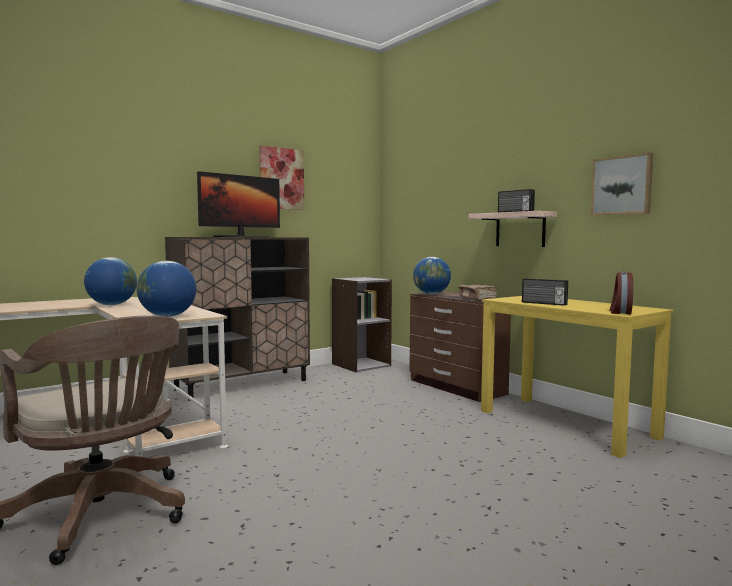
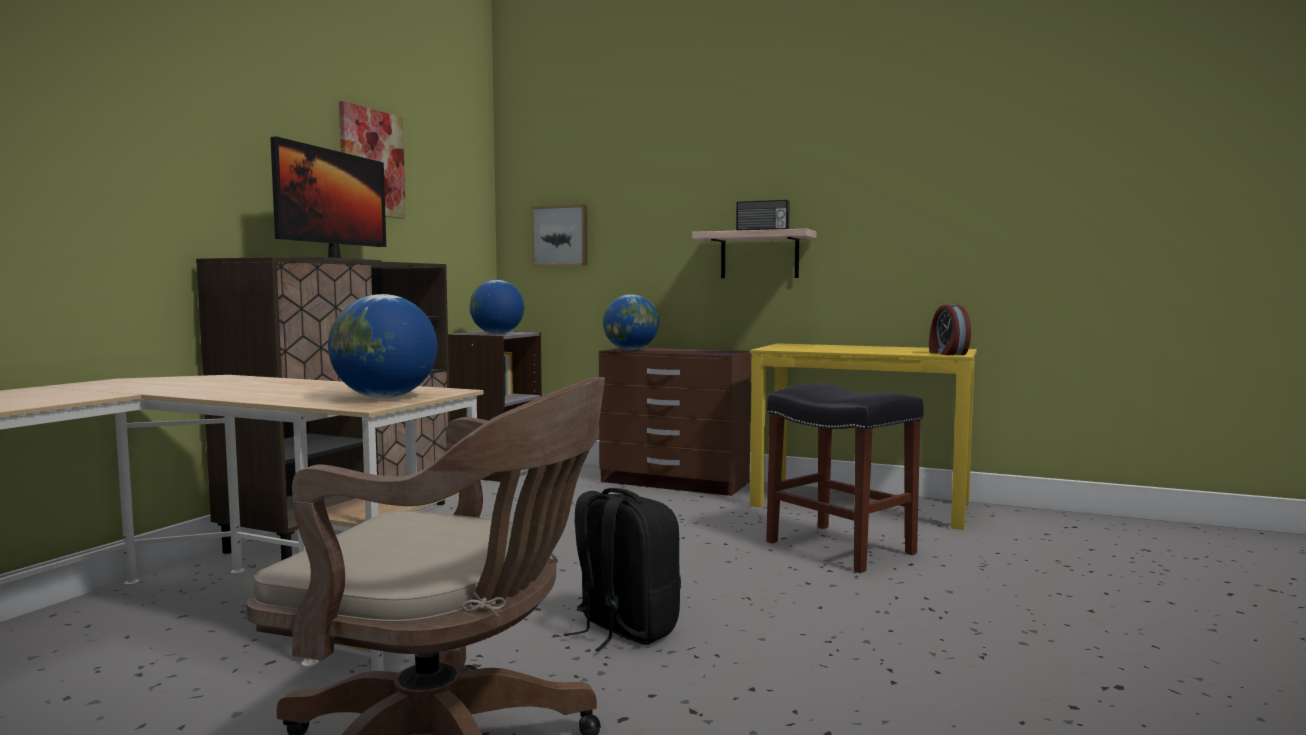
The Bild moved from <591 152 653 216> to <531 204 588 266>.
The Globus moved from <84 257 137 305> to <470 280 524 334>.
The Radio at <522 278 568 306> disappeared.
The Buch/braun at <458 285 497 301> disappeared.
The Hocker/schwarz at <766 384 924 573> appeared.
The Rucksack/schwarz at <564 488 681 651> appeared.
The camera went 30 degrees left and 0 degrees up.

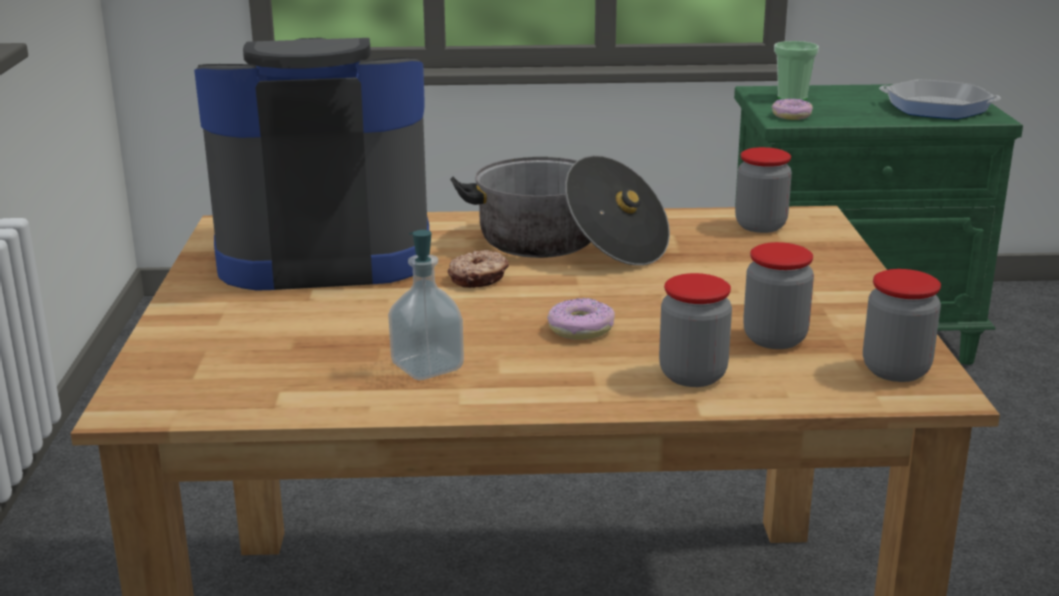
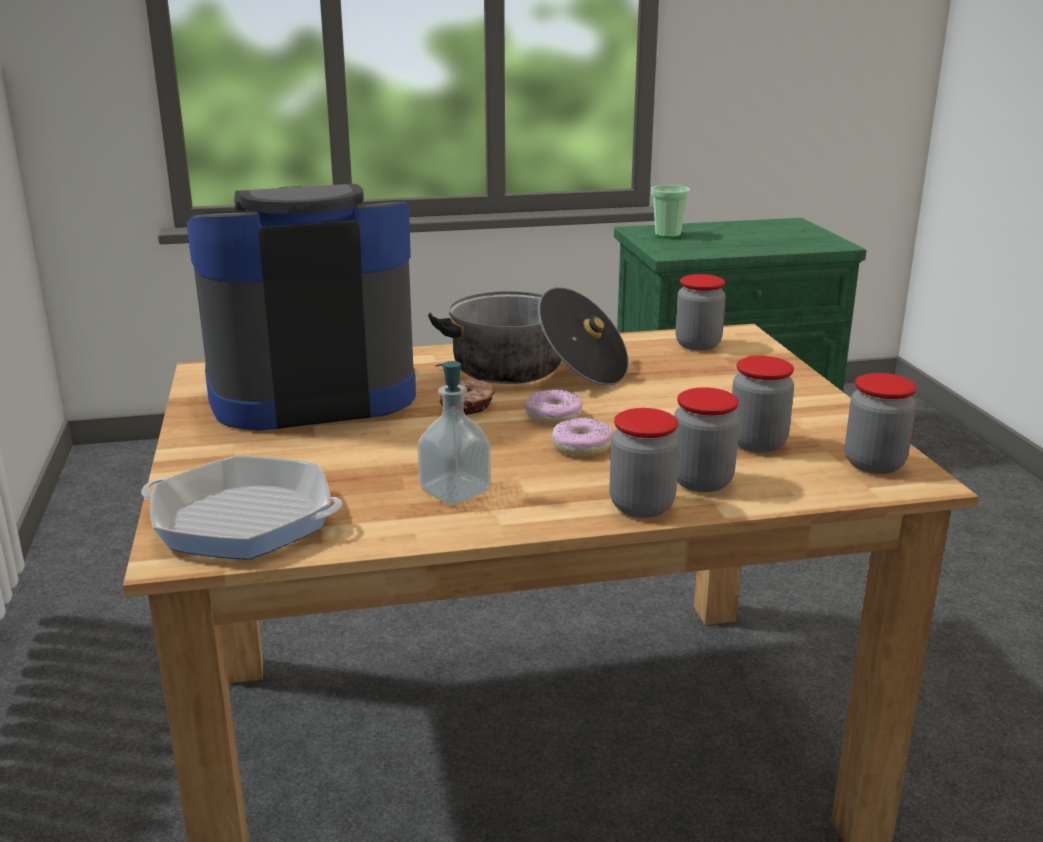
The Pfanne moved from <879 79 1001 119> to <142 455 343 560>.
The Donut moved from <771 99 813 120> to <524 389 583 425>.
The Vorratsglas at <609 408 679 518> appeared.
The camera went 10 degrees left and 0 degrees up.

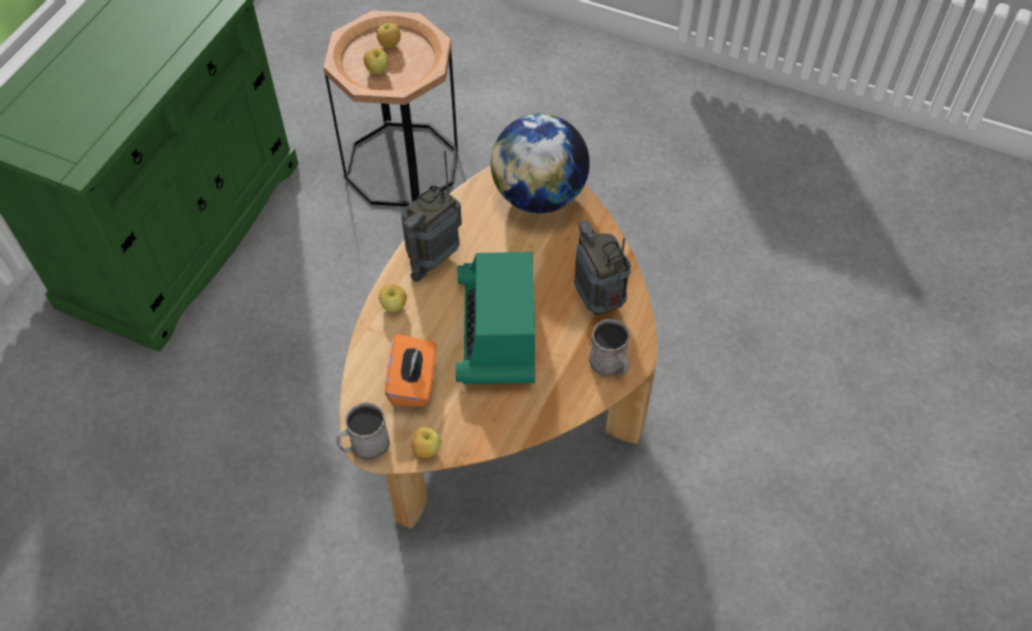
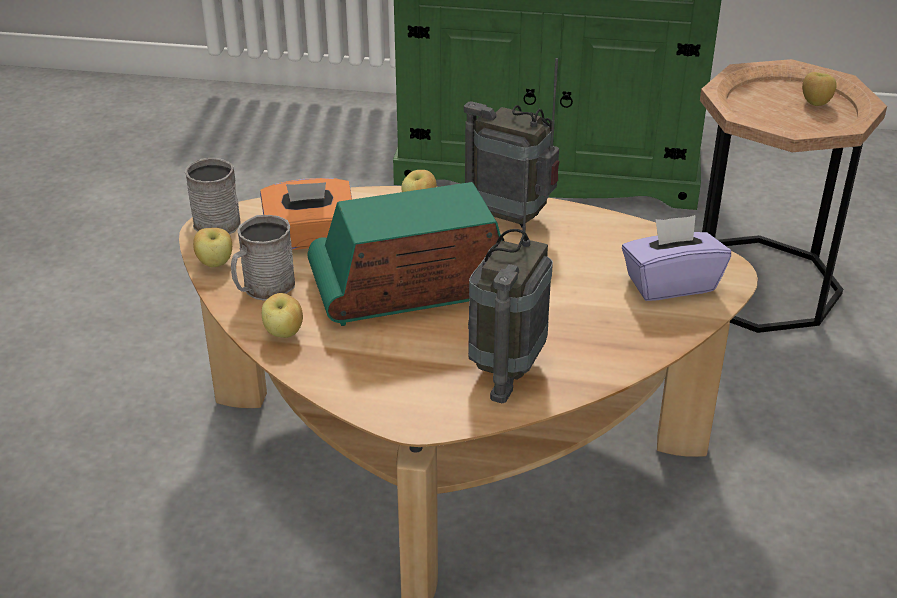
The Apfel moved from <364 48 388 74> to <262 293 303 338>.
The Globus at <491 114 590 213> was replaced by the Taschentuchbox/lila at <622 215 731 301>.
The Radio at <574 220 631 315> turned 150 degrees clockwise.
The Henkelbecher/grau moved from <589 319 630 377> to <231 215 295 301>.
The camera went 75 degrees right and 20 degrees down.

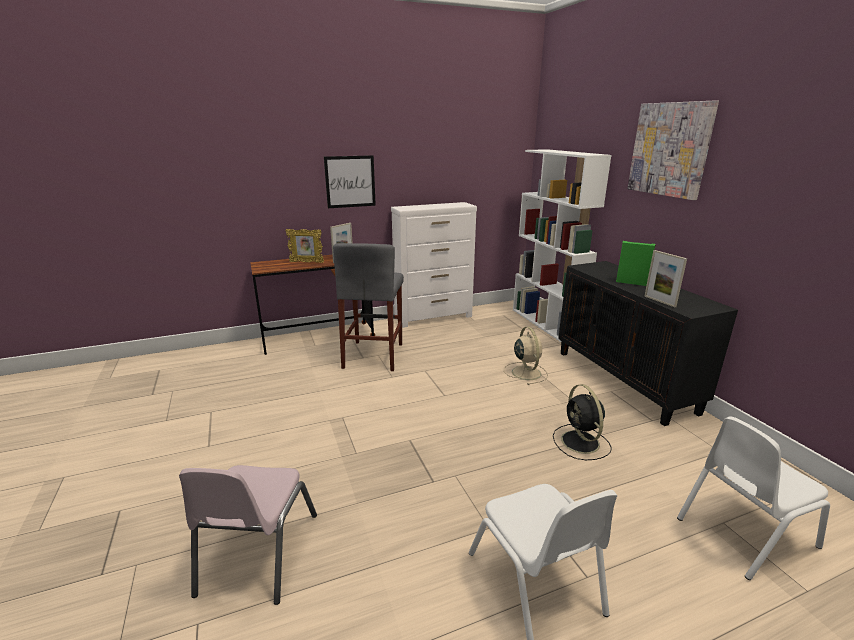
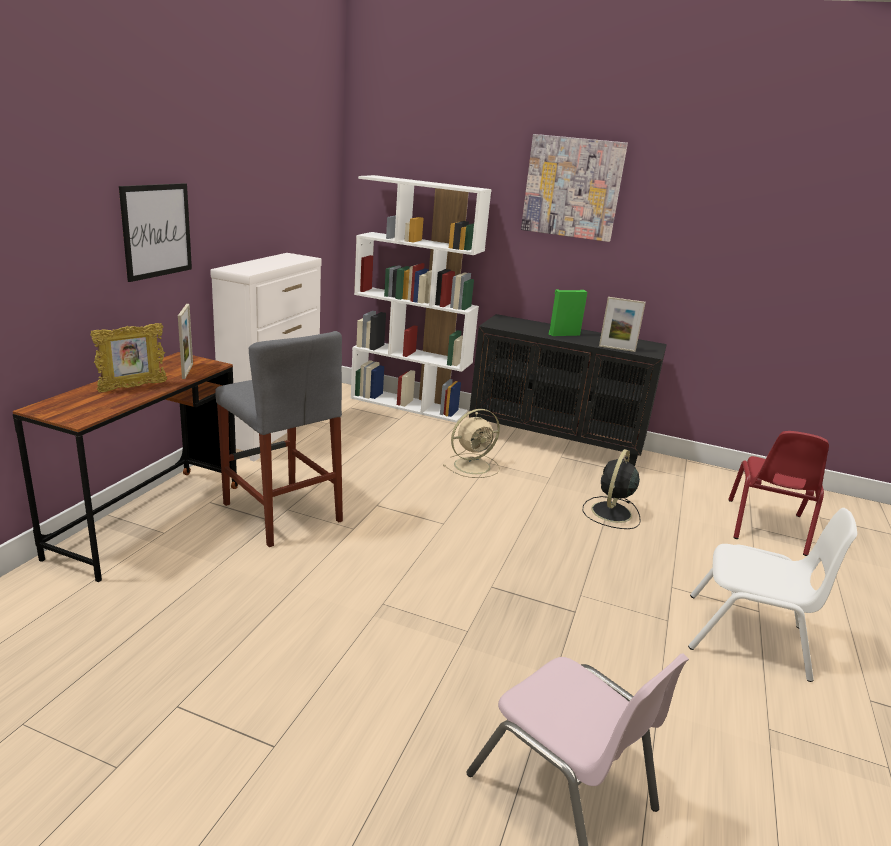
The Ventilator/beige at <504 327 548 385> turned 120 degrees clockwise.
The Ventilator/schwarz at <553 384 612 460> turned 90 degrees clockwise.
The Stuhl/weiß at <677 416 830 580> became the Stuhl/rot at <728 431 829 556>.
The camera went 50 degrees left and 0 degrees up.

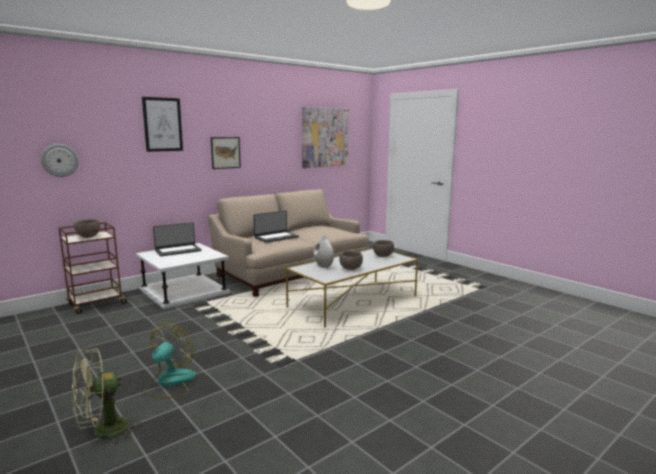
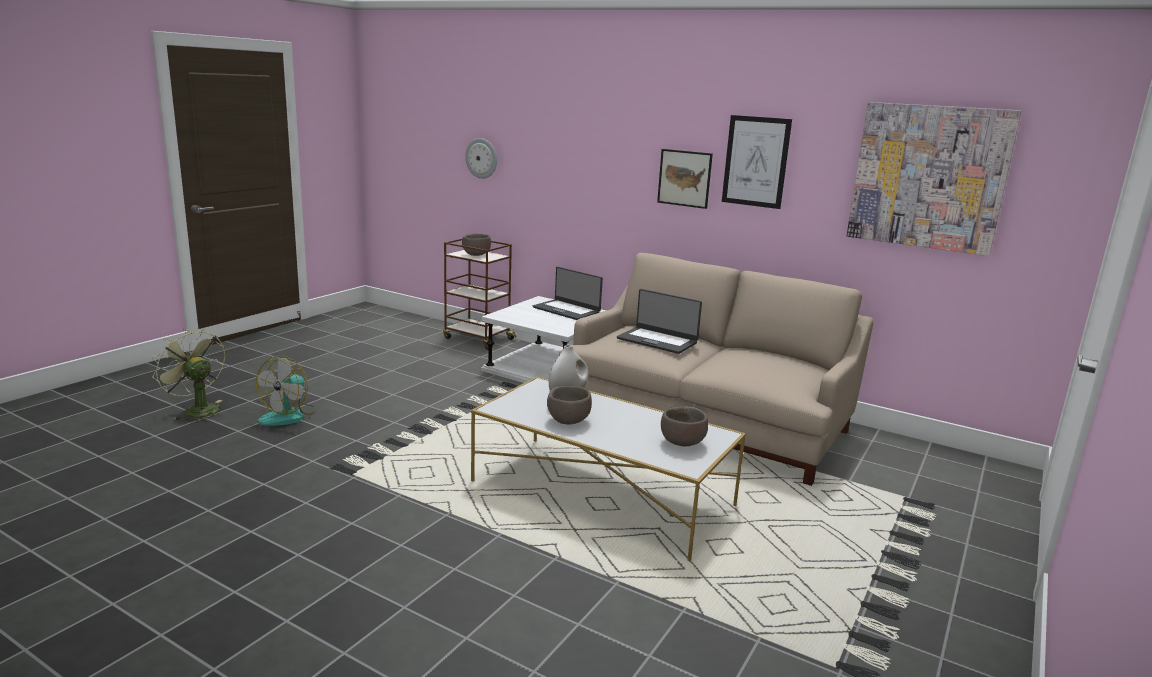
The Bild moved from <142 97 183 152> to <722 115 792 209>.
The Ventilator at <144 323 196 398> turned 105 degrees clockwise.
The camera went 70 degrees right and 5 degrees up.

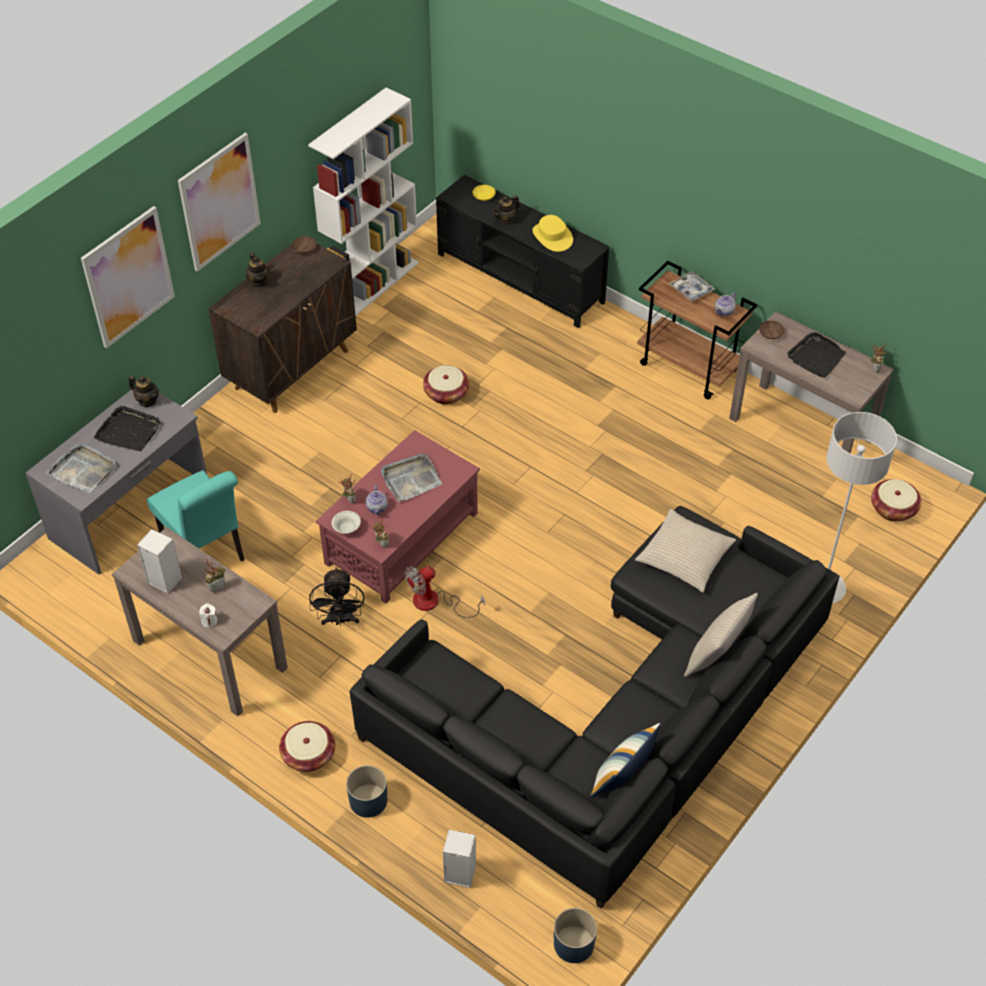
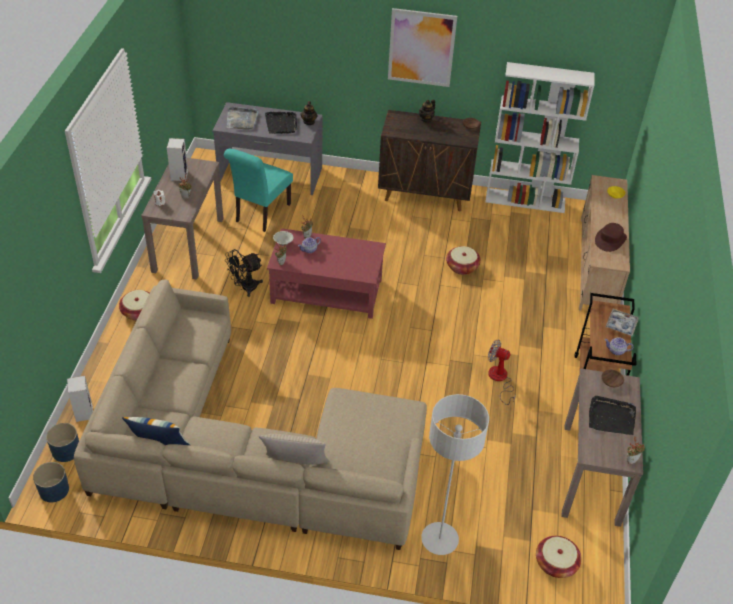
The Fernsehschrank/schwarz at <436 175 610 328> became the Fernsehschrank/beige at <579 175 630 311>.
The Teekanne at <492 195 520 226> disappeared.
The Bild at <81 206 175 348> disappeared.
The Hut/gelb at <532 215 573 252> became the Hut/braun at <595 223 627 252>.
The Tablett/grau at <381 453 442 502> disappeared.
The Sofa/schwarz at <349 506 840 909> became the Sofa/beige at <74 280 427 550>.
The Kissen/beige at <635 509 736 592> disappeared.
The Ventilator moved from <405 566 485 618> to <488 340 516 405>.
The Pflanzkübel/blau moved from <346 765 387 818> to <46 423 79 462>.
The camera went 60 degrees right and 5 degrees down.

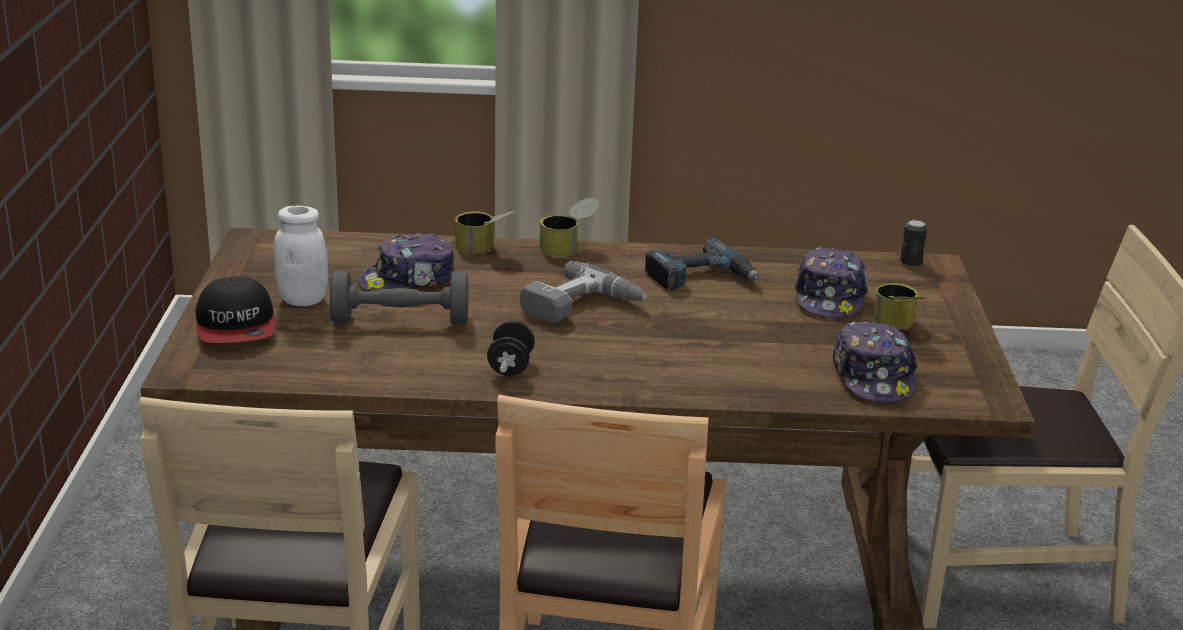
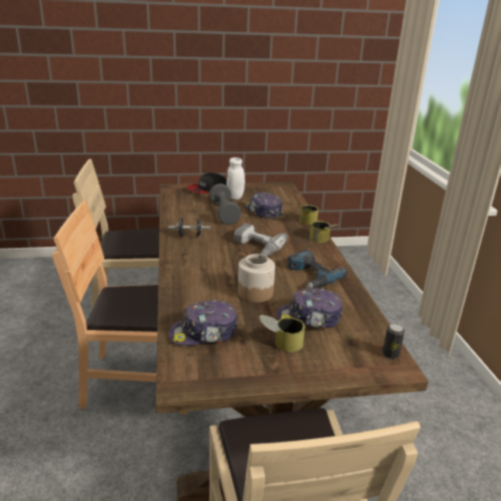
The Vorratsglas at <238 254 275 303> appeared.
The camera went 80 degrees right and 0 degrees up.

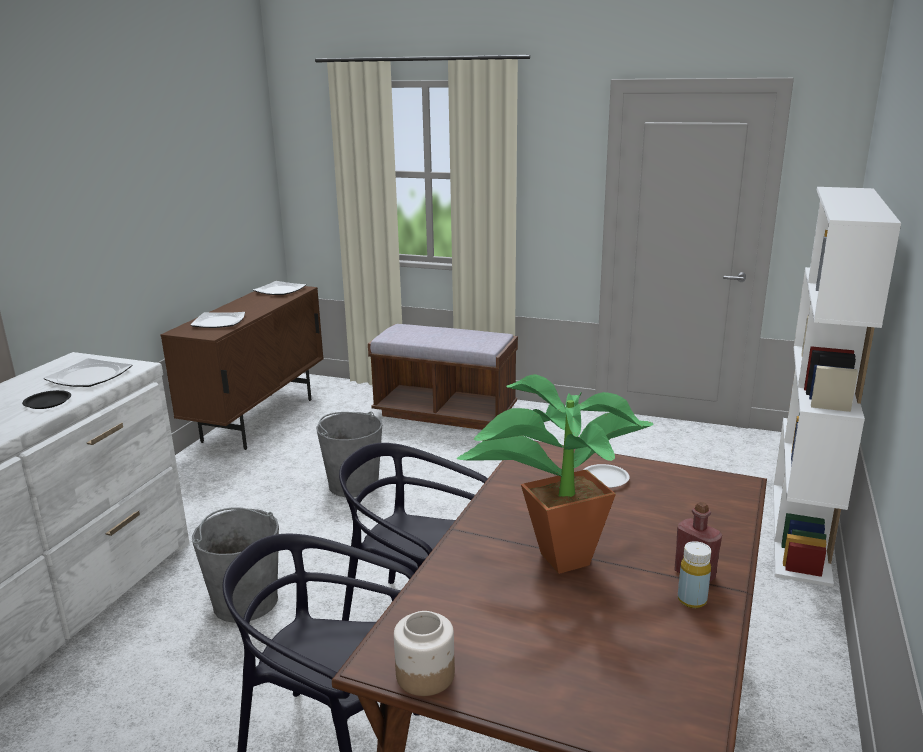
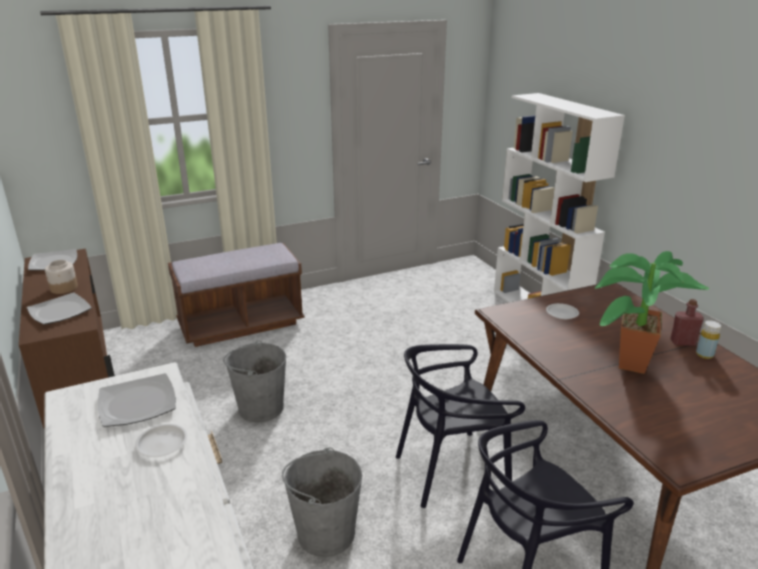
The Teller/schwarz at <22 390 71 409> became the Teller/weiß at <135 424 187 457>.
The Vorratsglas moved from <394 611 455 696> to <45 260 78 294>.
The camera went 45 degrees left and 5 degrees up.

